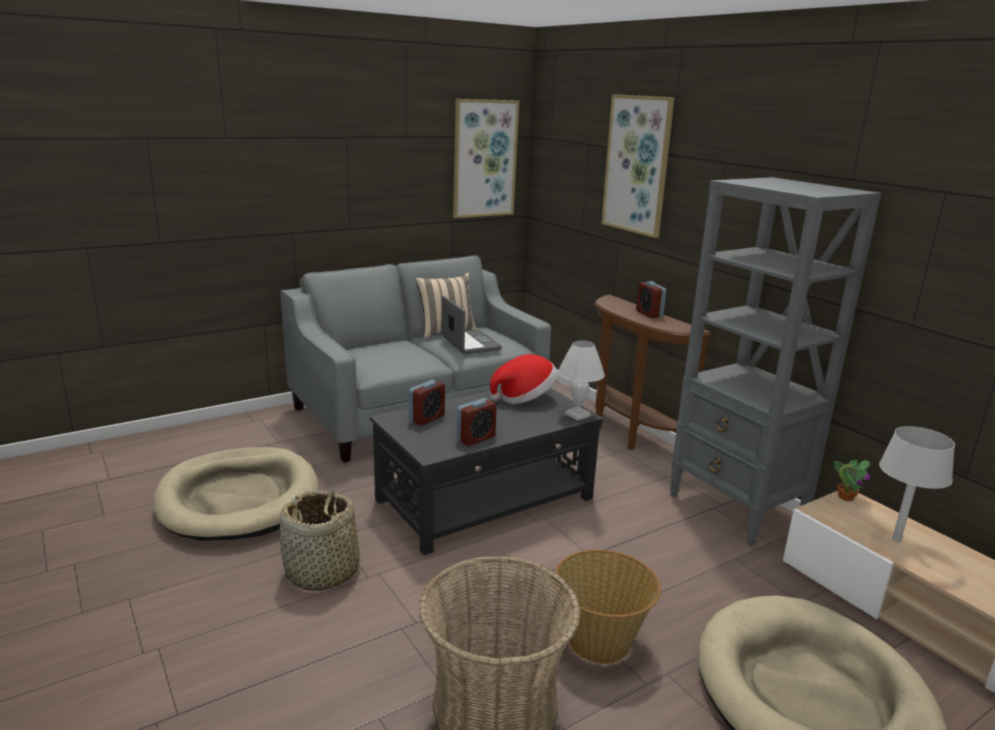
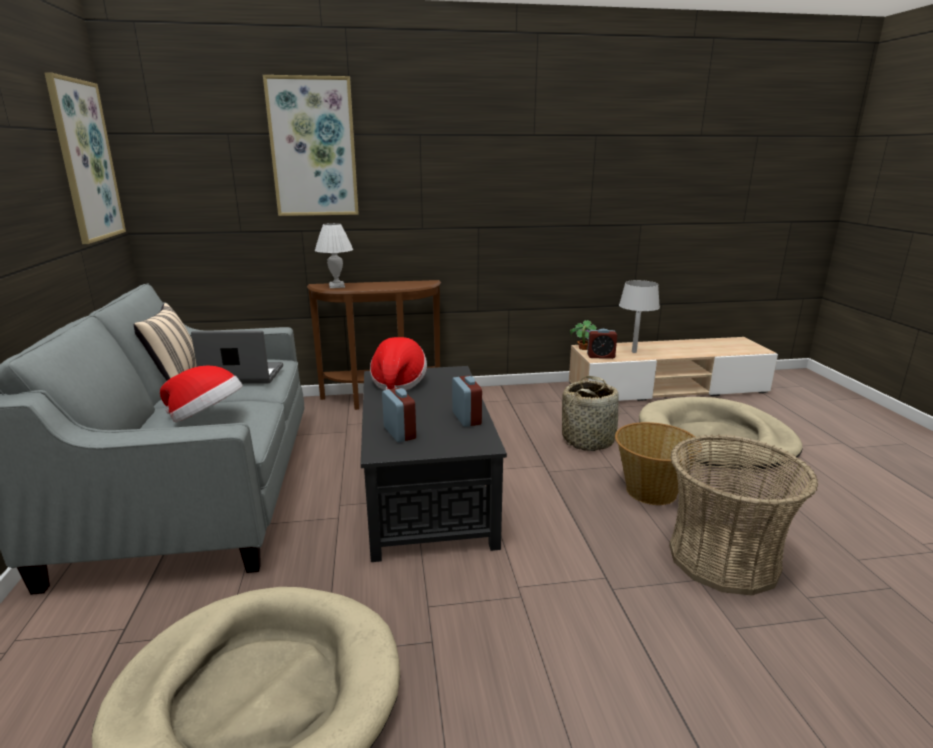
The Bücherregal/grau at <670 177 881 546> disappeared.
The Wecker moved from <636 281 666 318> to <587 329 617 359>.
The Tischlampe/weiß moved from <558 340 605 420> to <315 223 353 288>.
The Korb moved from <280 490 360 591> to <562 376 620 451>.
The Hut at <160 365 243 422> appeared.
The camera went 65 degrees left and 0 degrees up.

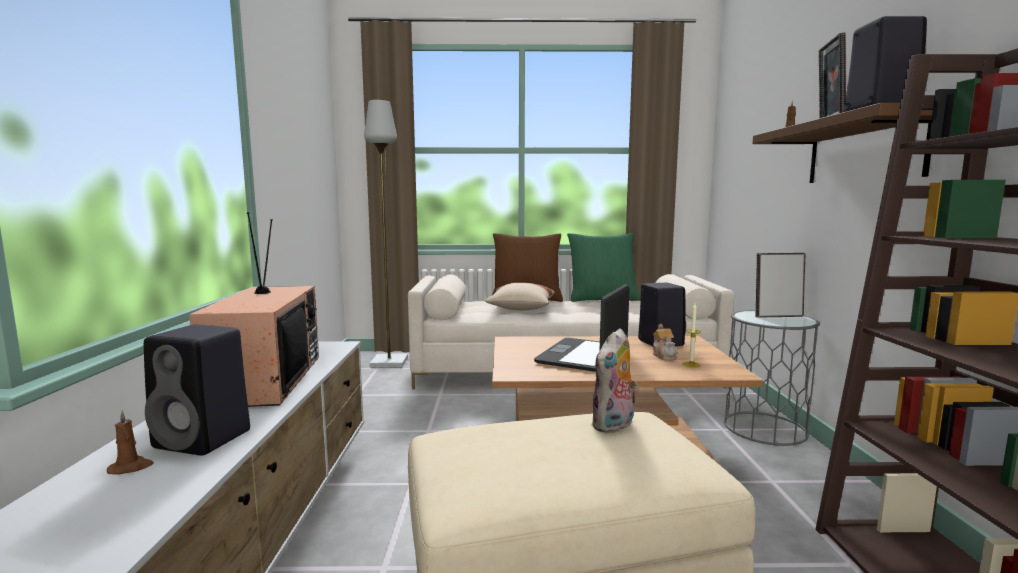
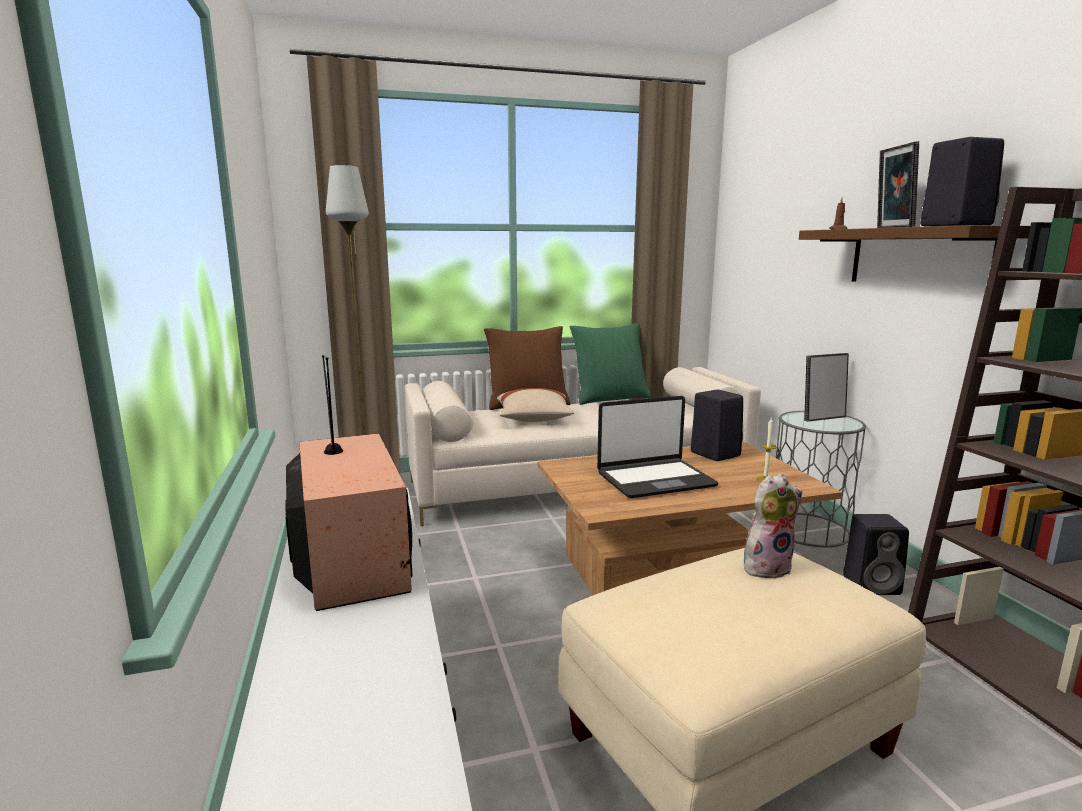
The Laptop at <534 284 630 372> turned 120 degrees counterclockwise.
The Teekanne at <653 324 678 361> disappeared.
The Lautsprecher/schwarz moved from <144 325 250 456> to <843 514 909 595>.
The Plüschtier at <591 328 638 433> turned 135 degrees counterclockwise.
The Kerze/braun at <107 410 154 475> disappeared.
The camera went 15 degrees left and 5 degrees up.

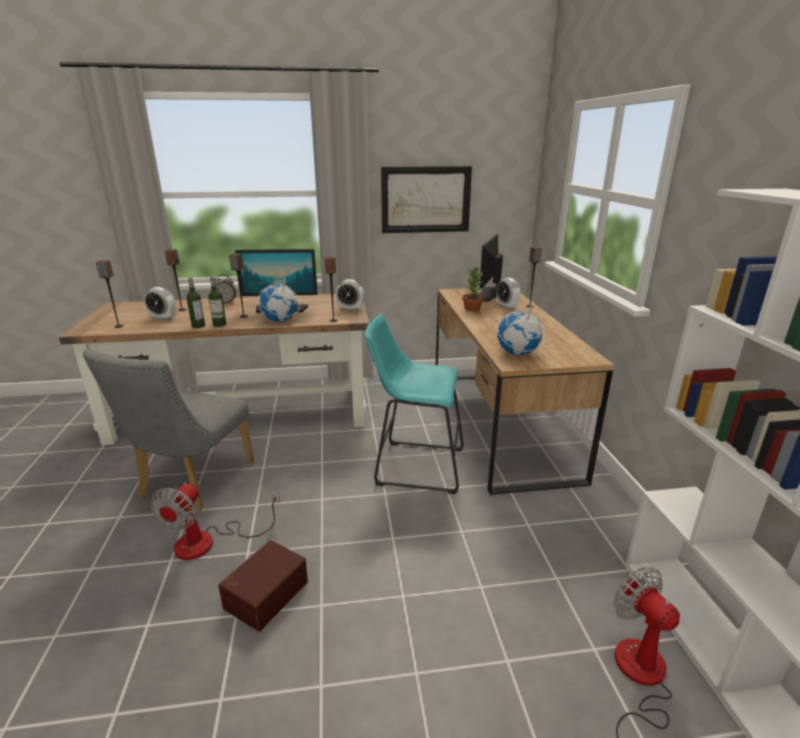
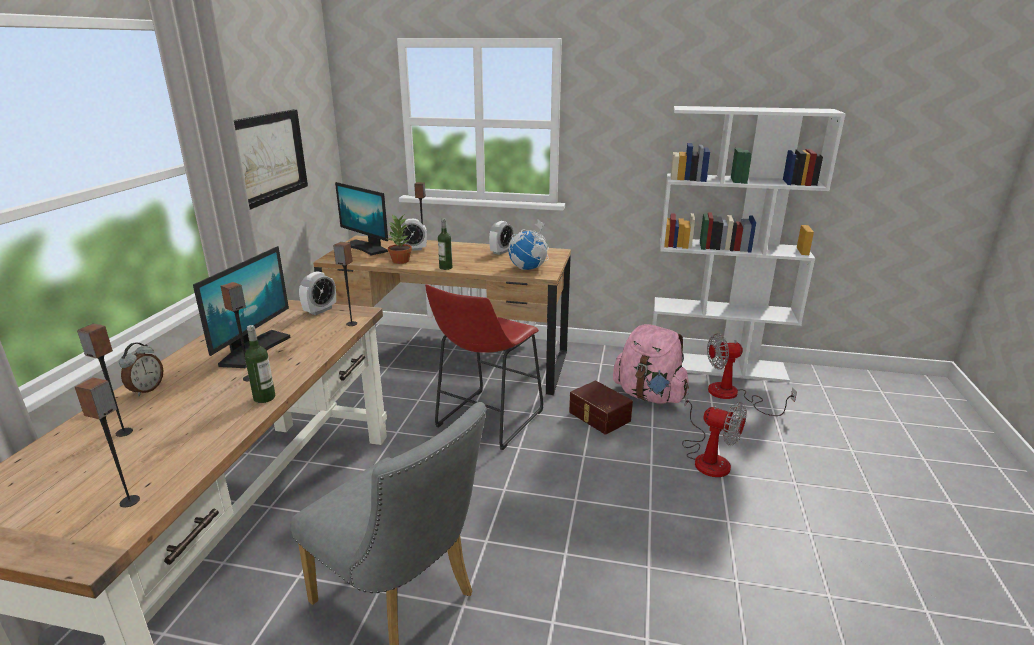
The Flasche moved from <186 277 205 328> to <438 218 452 270>.
The Globus at <259 277 300 322> disappeared.
The Wecker moved from <144 287 176 321> to <489 221 513 255>.
The Hocker/türkis at <365 314 463 494> became the Hocker/rot at <425 284 543 450>.
The Ventilator moved from <151 482 280 560> to <682 394 747 477>.
The Aufbewahrungsbox/braun moved from <218 540 308 632> to <569 381 633 435>.
The Rucksack/rosa at <613 324 689 404> appeared.
The camera went 70 degrees left and 0 degrees up.

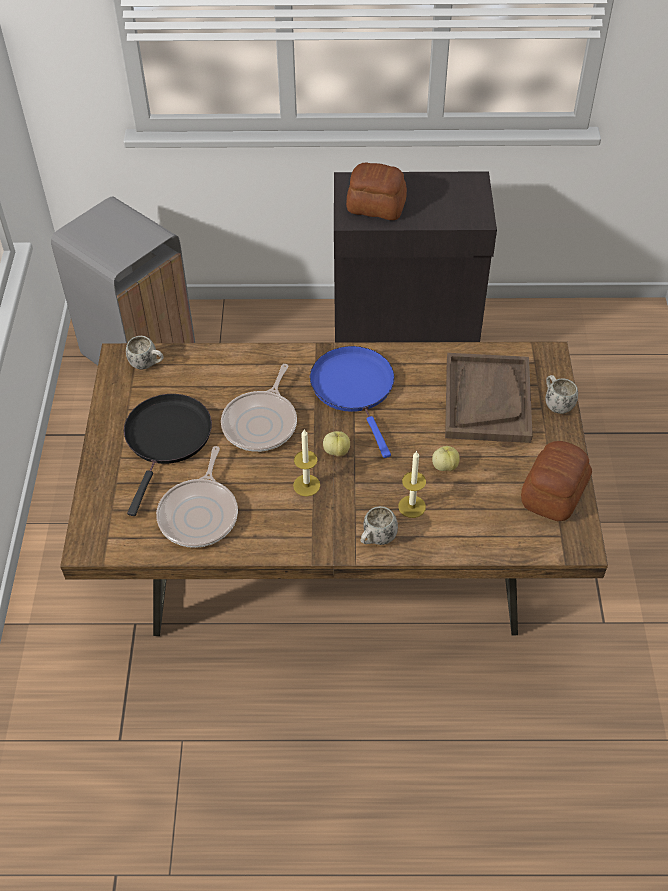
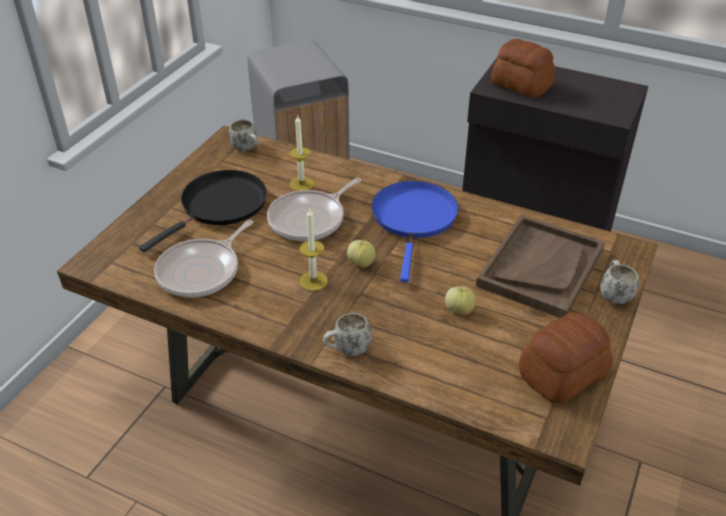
The Kerze moved from <398 450 426 518> to <289 116 314 191>.
The camera went 25 degrees right and 10 degrees down.

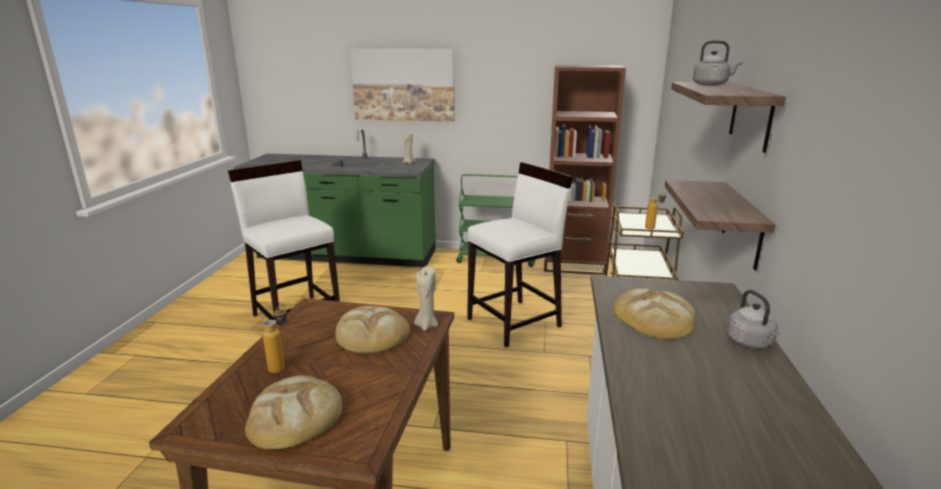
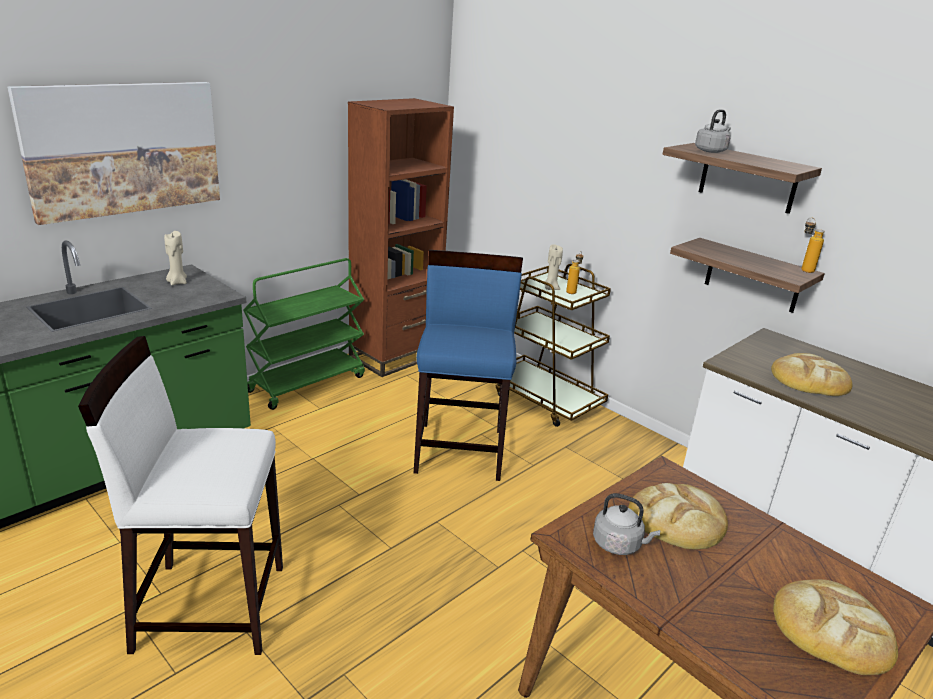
The Hocker/weiß at <467 162 573 347> became the Hocker/blau at <414 250 523 481>.
The Kerze/beige moved from <414 266 438 331> to <544 244 563 290>.
The Wasserkessel/grau moved from <727 290 780 349> to <593 493 660 555>.
The Flasche moved from <263 305 287 373> to <801 217 825 273>.
The camera went 55 degrees left and 5 degrees up.

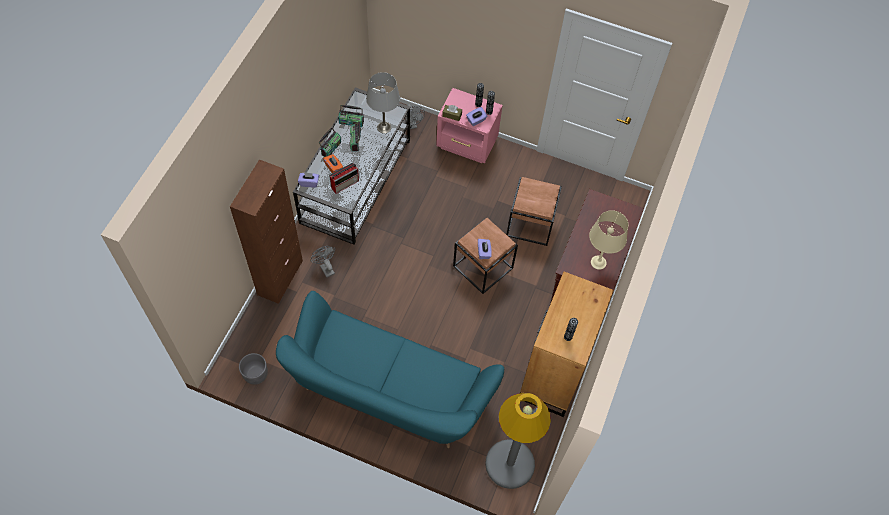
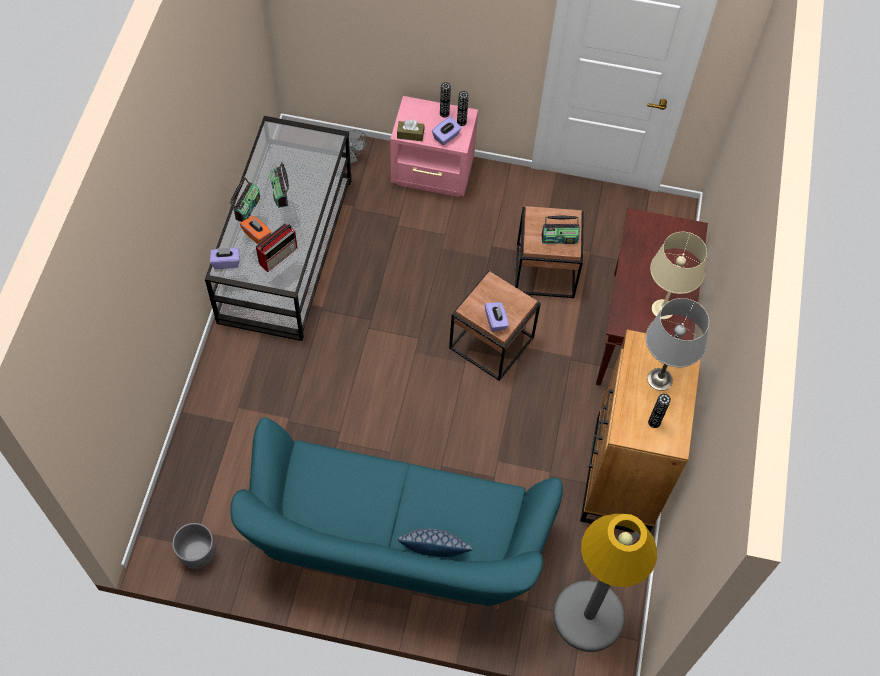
The Tischlampe/grau moved from <366 72 400 133> to <646 298 709 391>.
The Radio moved from <338 105 364 127> to <542 215 580 244>.
The Schrank/braun at <230 159 303 304> disappeared.
The Ventilator/grau at <310 246 335 278> disappeared.
The Kissen at <398 528 473 557> appeared.
The camera went 10 degrees left and 0 degrees up.

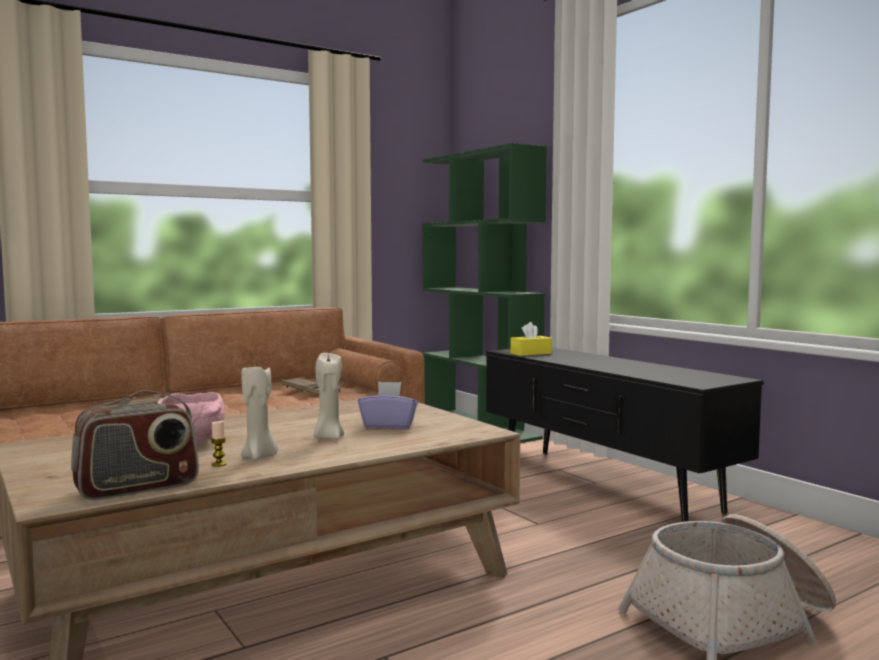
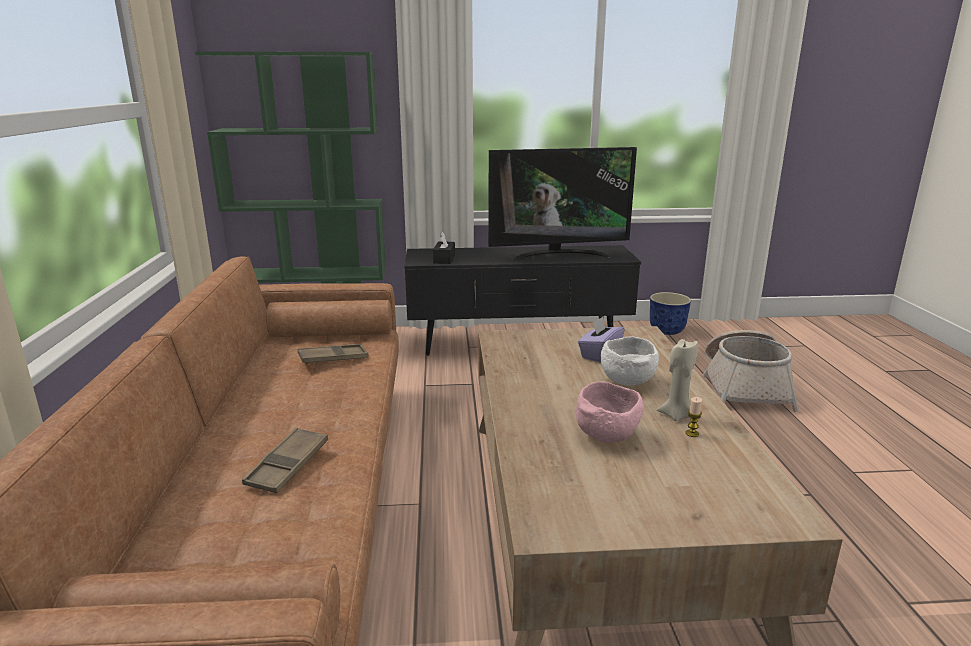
The Taschentuchbox/gelb at <510 322 552 356> became the Taschentuchbox/schwarz at <433 232 455 264>.
The Kerze/beige at <314 352 344 439> was replaced by the Schüssel/weiß at <601 336 659 385>.
The Radio at <71 390 199 500> disappeared.
The Fernseher at <488 147 637 263> appeared.
The Pflanzkübel at <650 292 691 335> appeared.
The camera went 60 degrees left and 15 degrees up.

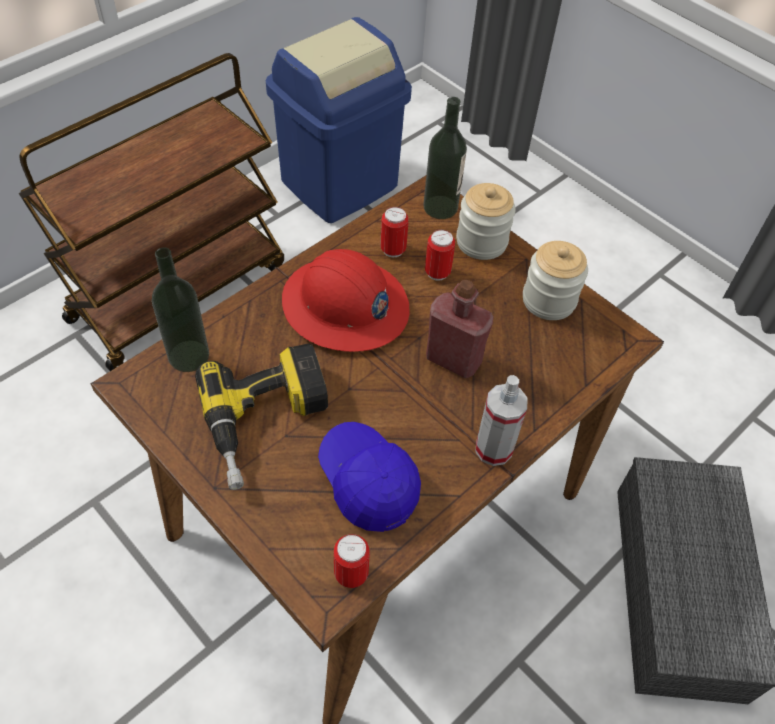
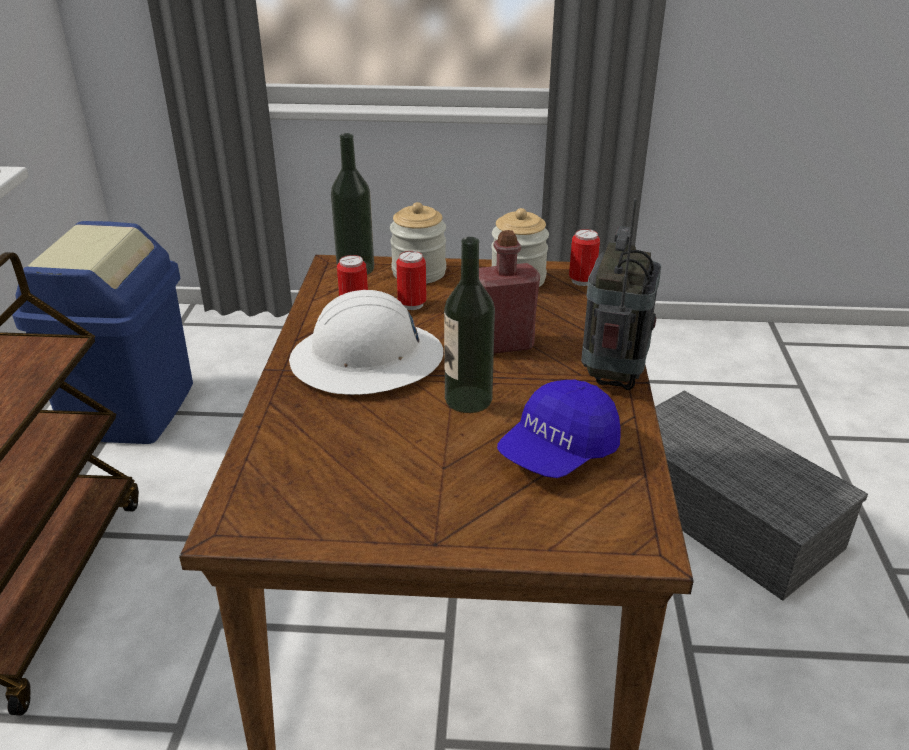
The Flasche moved from <152 247 209 372> to <444 237 495 413>.
The Schutzhelm/rot at <282 249 409 352> became the Schutzhelm/weiß at <289 290 443 395>.
The Bohrmaschine at <195 343 328 490> disappeared.
The Sprühflasche at <475 375 527 466> was replaced by the Radio at <581 198 662 390>.
The Kappe/blau at <318 422 421 532> turned 60 degrees counterclockwise.
The Dose moved from <334 534 370 588> to <569 229 600 286>.
The camera went 40 degrees left and 20 degrees down.

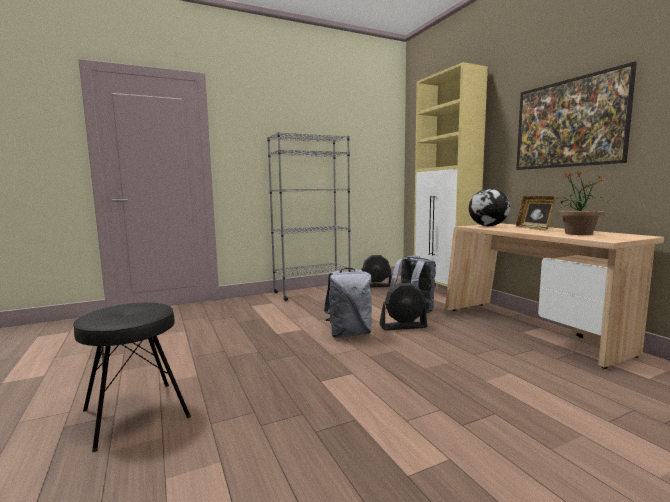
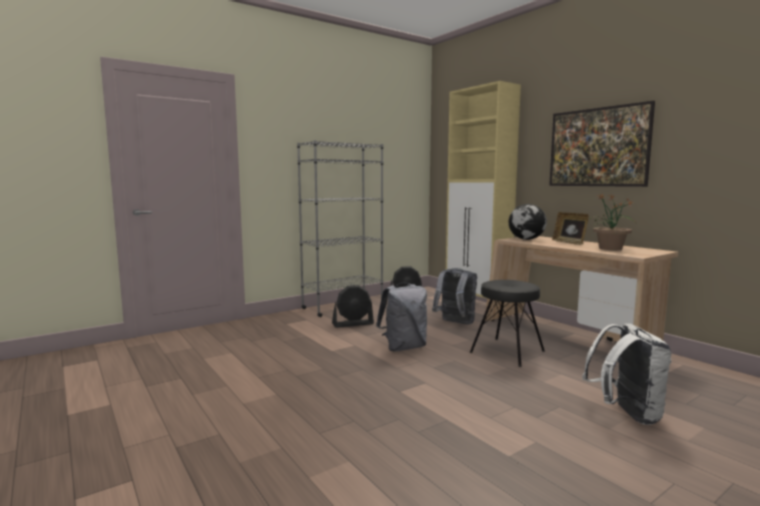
The Ventilator/schwarz moved from <380 283 427 330> to <332 285 374 328>.
The Hocker/schwarz moved from <73 303 191 452> to <470 280 545 367>.
The Rucksack/weiß at <582 323 671 425> appeared.
The camera went 10 degrees left and 0 degrees up.

